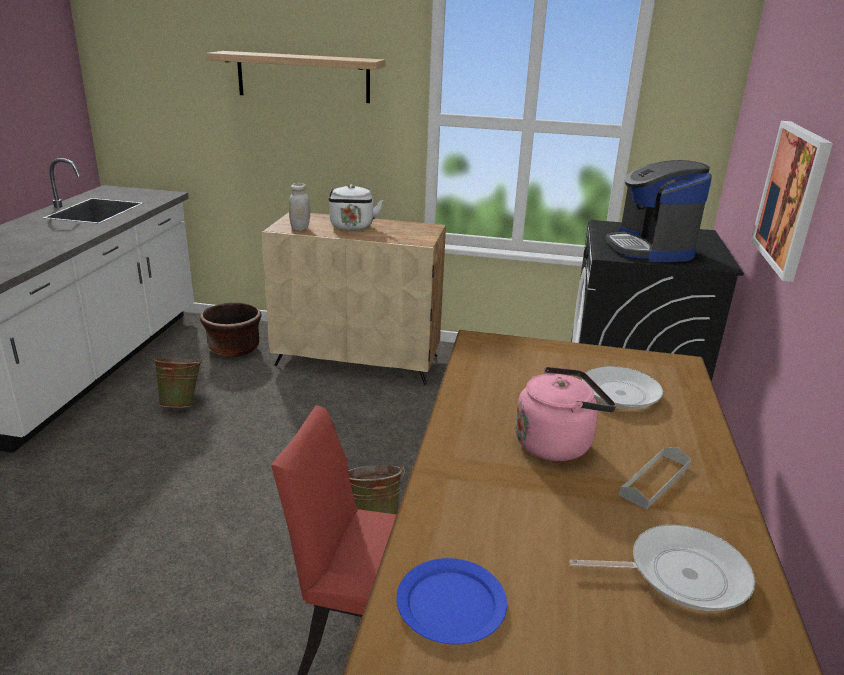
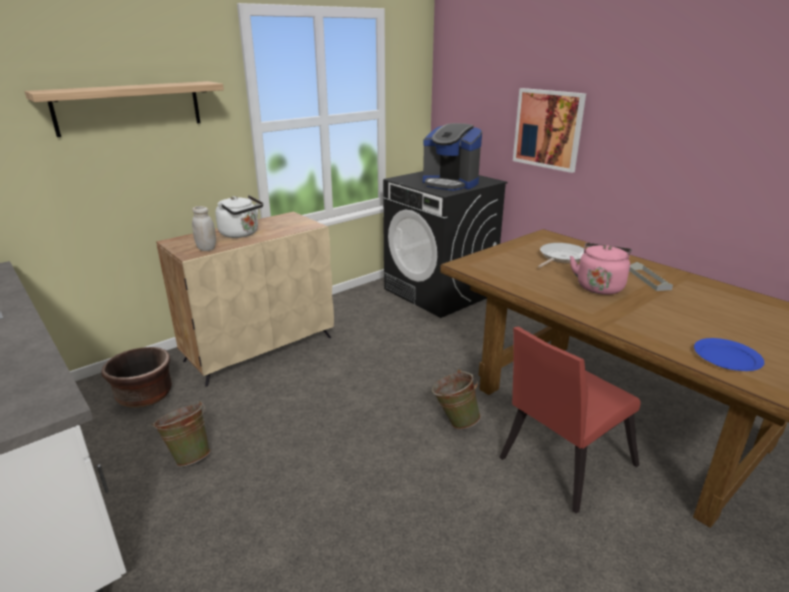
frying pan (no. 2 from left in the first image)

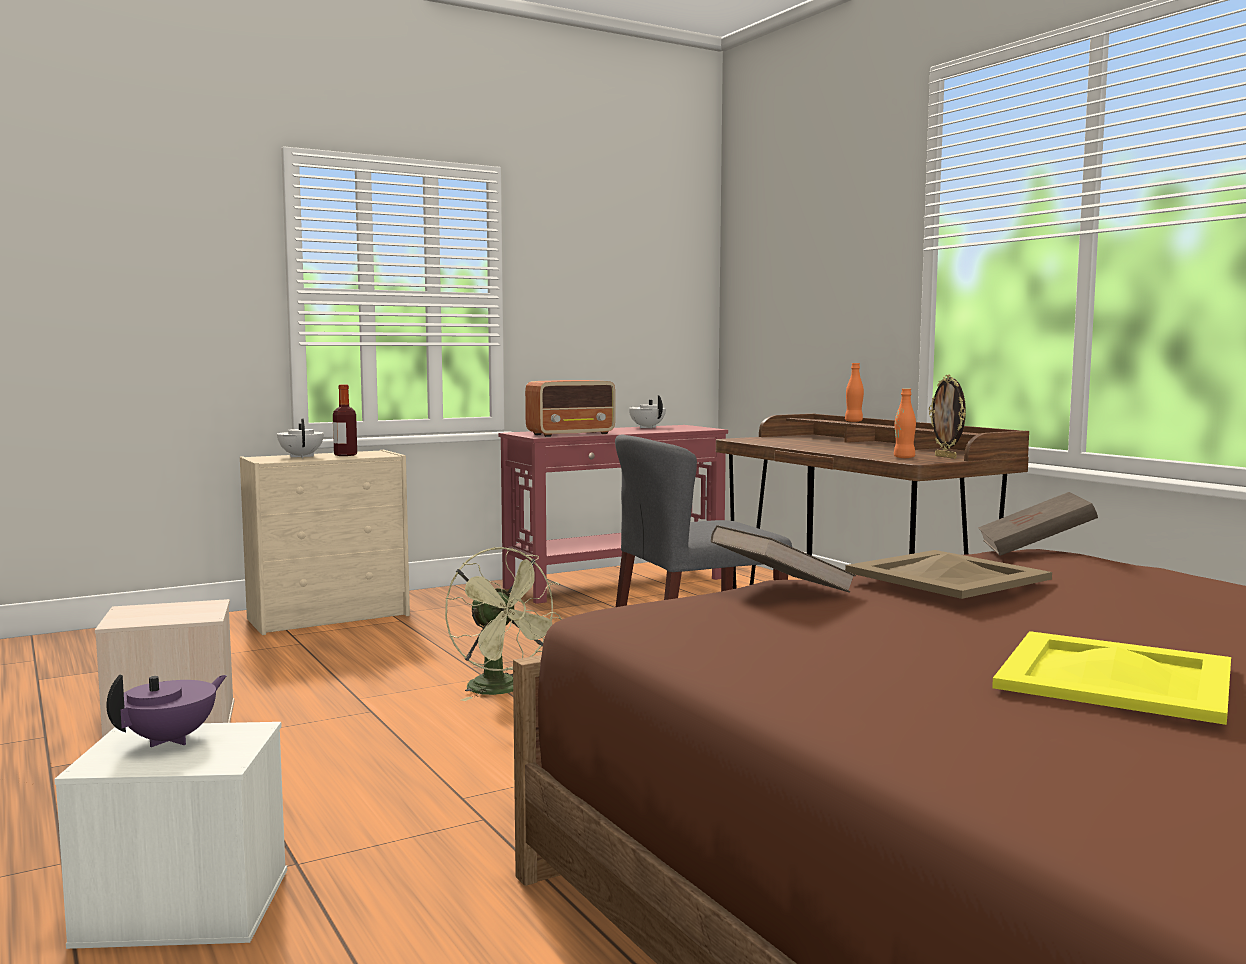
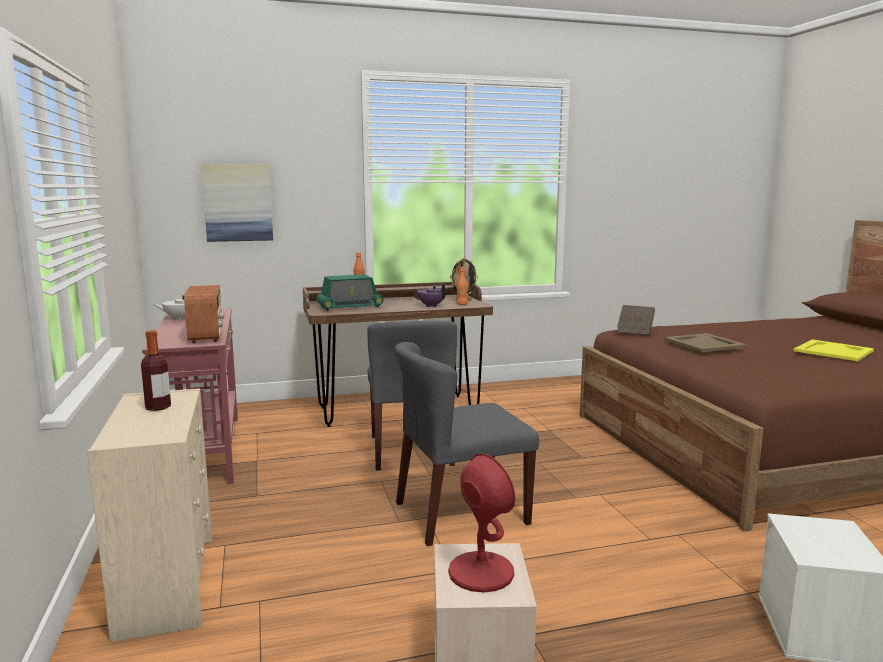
picture
radio (no. 2 from left)
grey chair (no. 2 from left)
purple teapot
red table lamp
white teapot (no. 1 from left in the first image)
brown book (no. 1 from left in the first image)

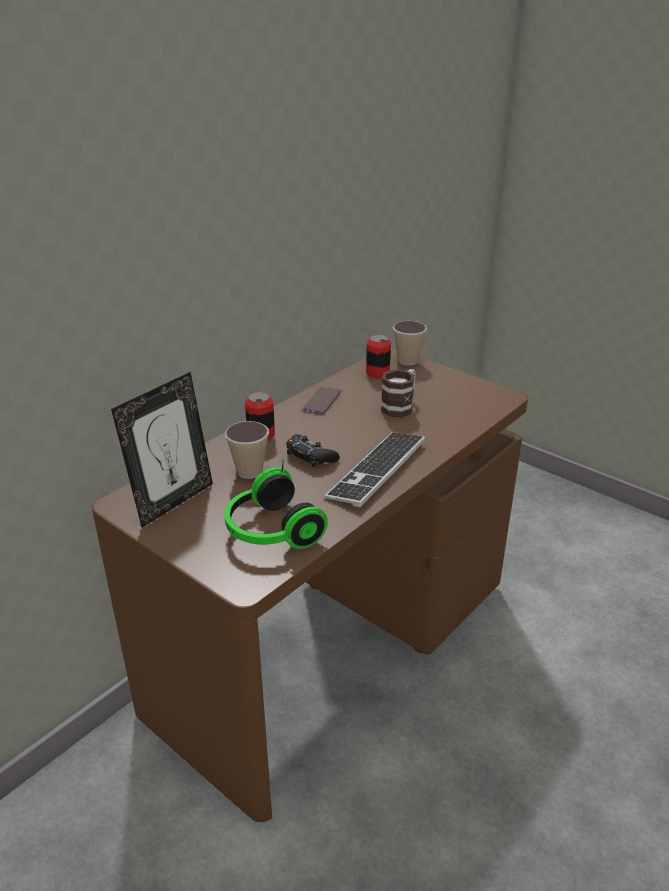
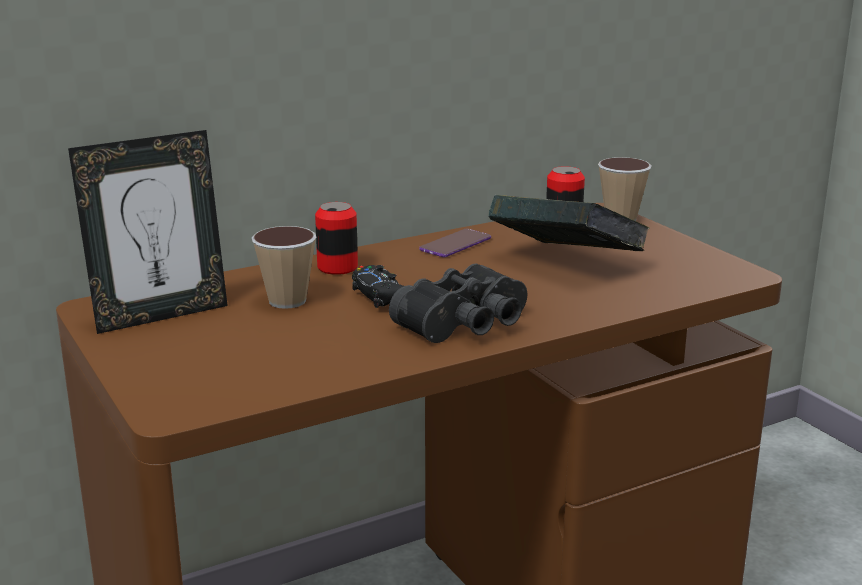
black binoculars
book
headphones

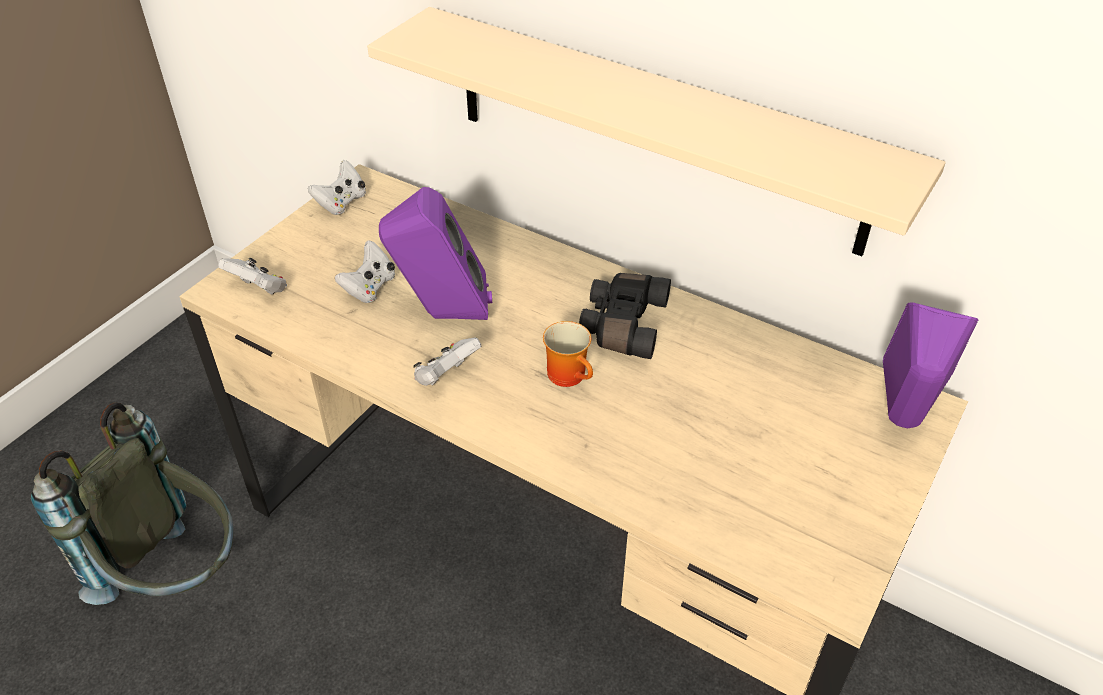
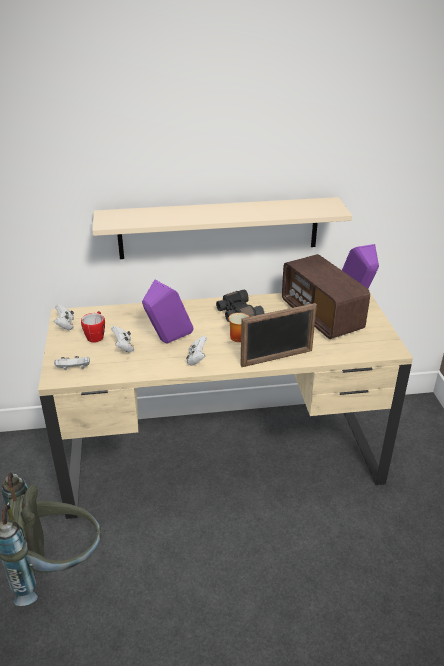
mug (no. 1 from left)
picture frame
radio

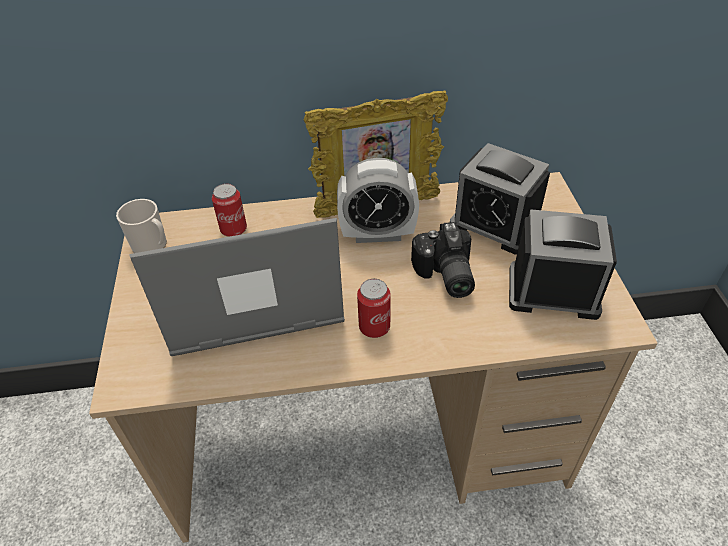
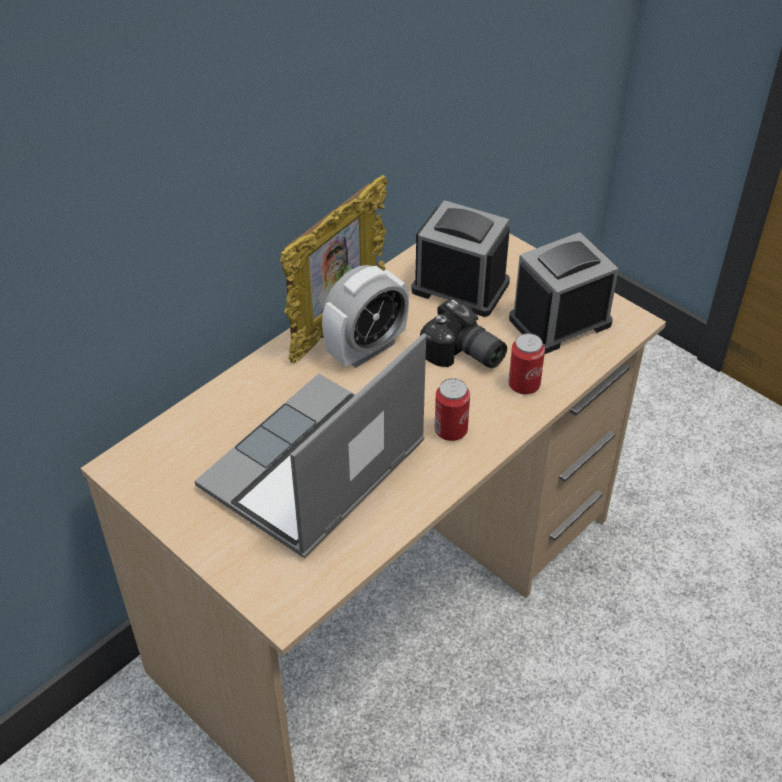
alarm clock (no. 2 from left)
can (no. 2 from left)
mug

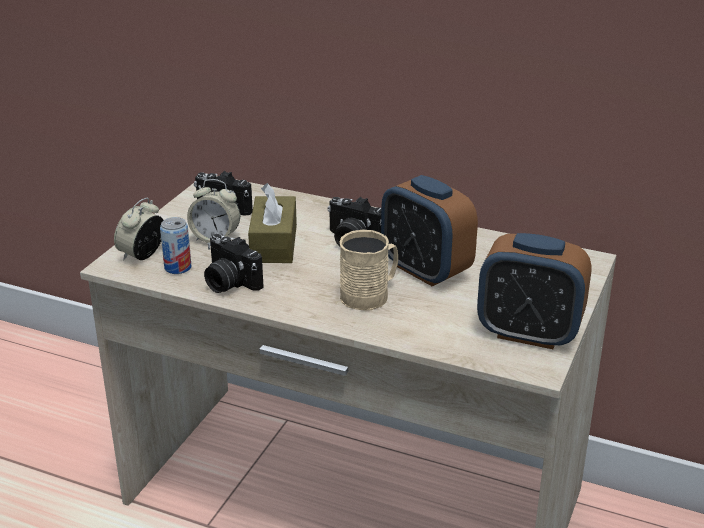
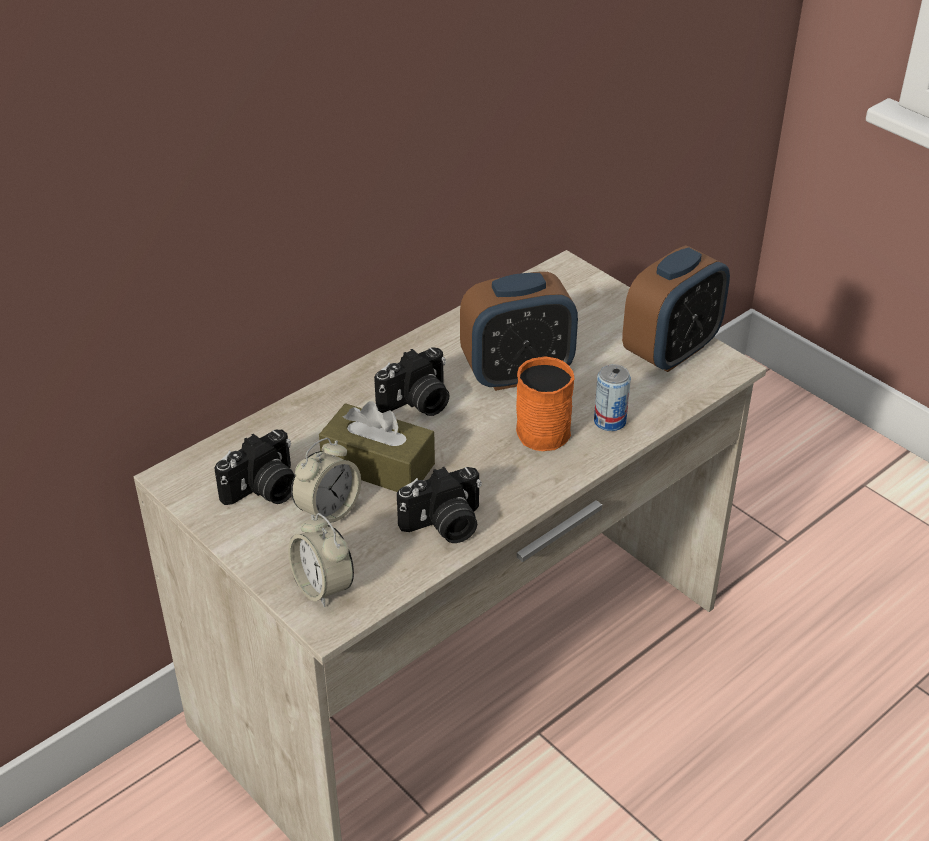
orange mug
can

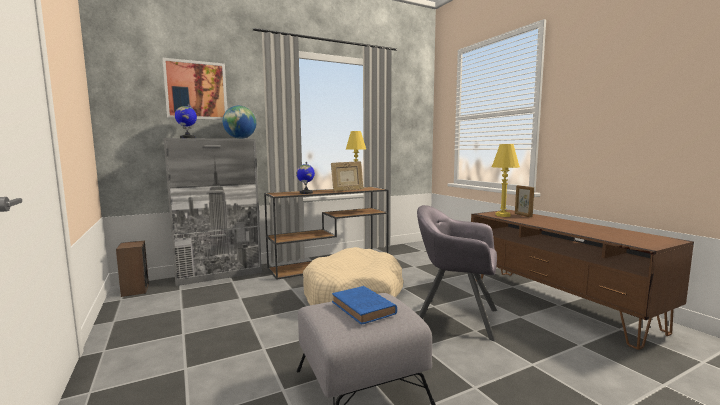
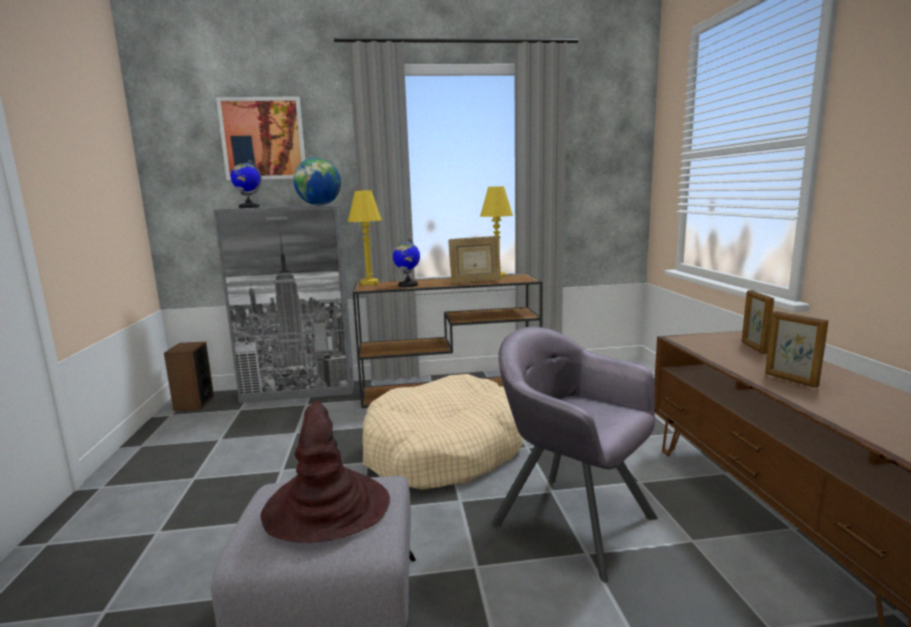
brown hat
yellow table lamp (no. 1 from left)
picture frame (no. 3 from left)

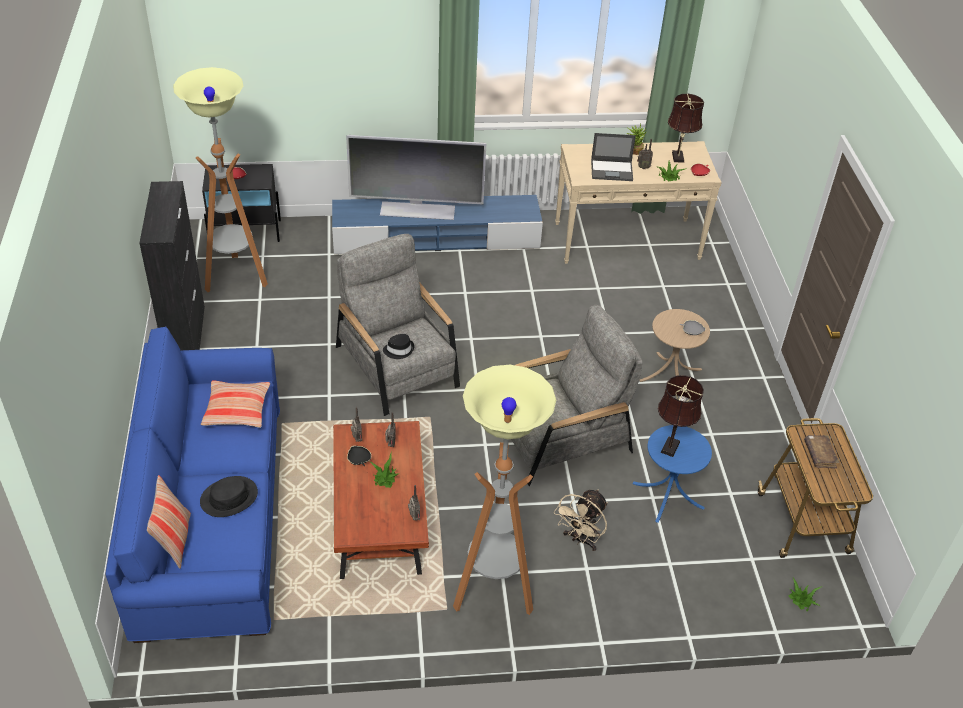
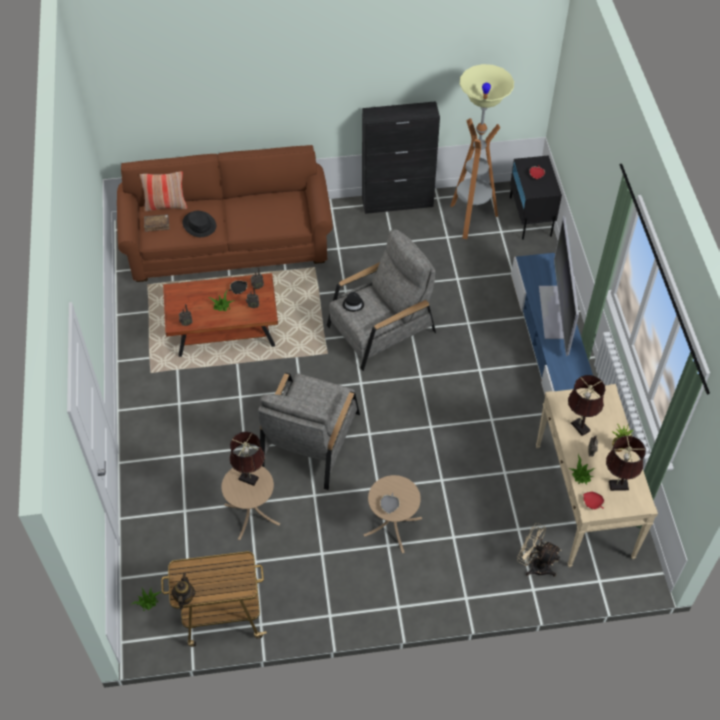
brown sofa
brown book
teapot
beige side table (no. 1 from left)
grey armchair (no. 1 from left)
beige fan
brown table lamp (no. 2 from left)
pillow (no. 2 from left in the first image)
floor lamp (no. 2 from left in the first image)

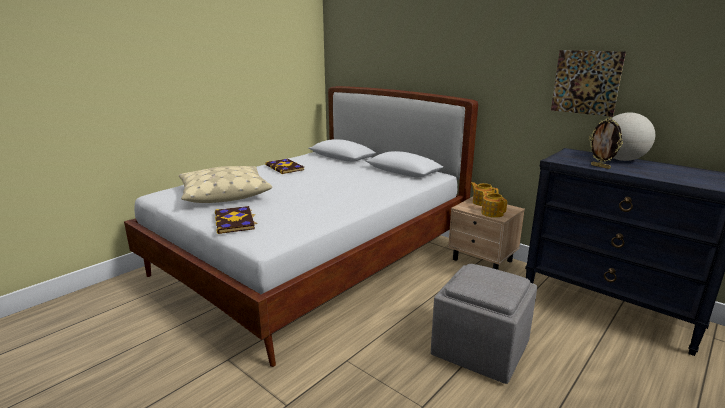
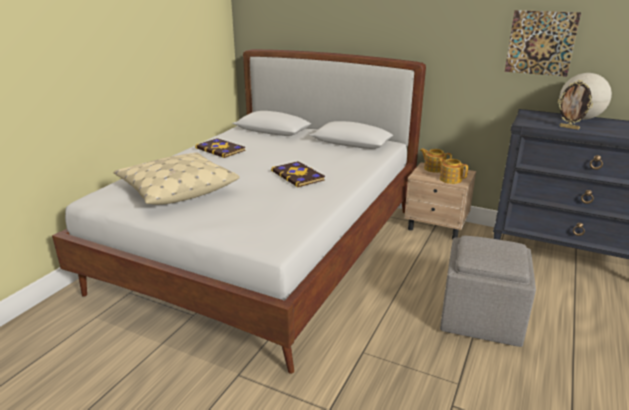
book (no. 2 from left)

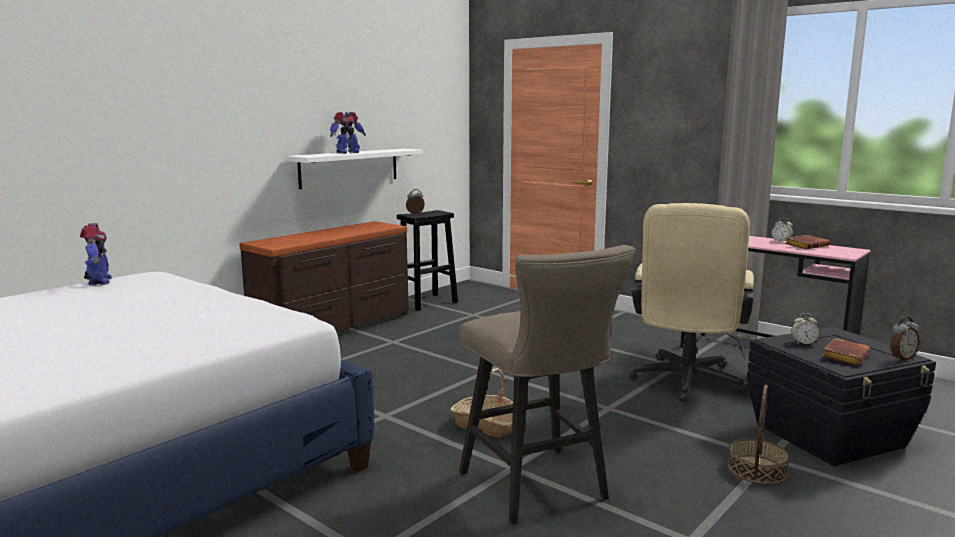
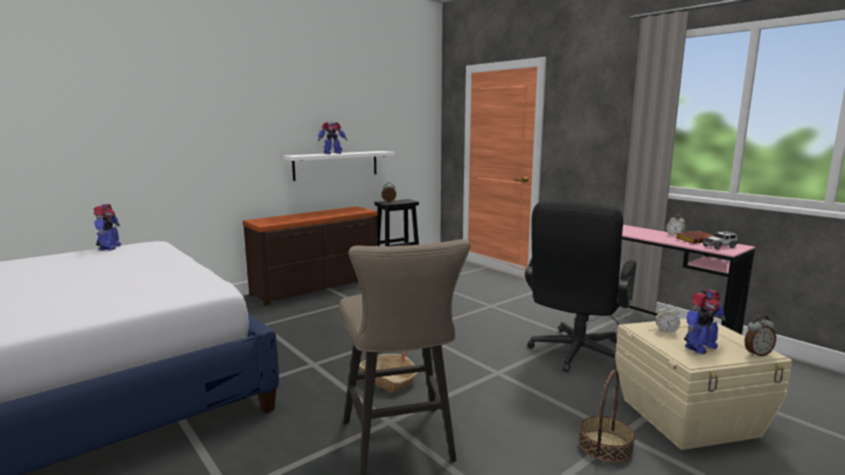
black office chair
beige storage box
toy robot (no. 3 from left)
toy car

